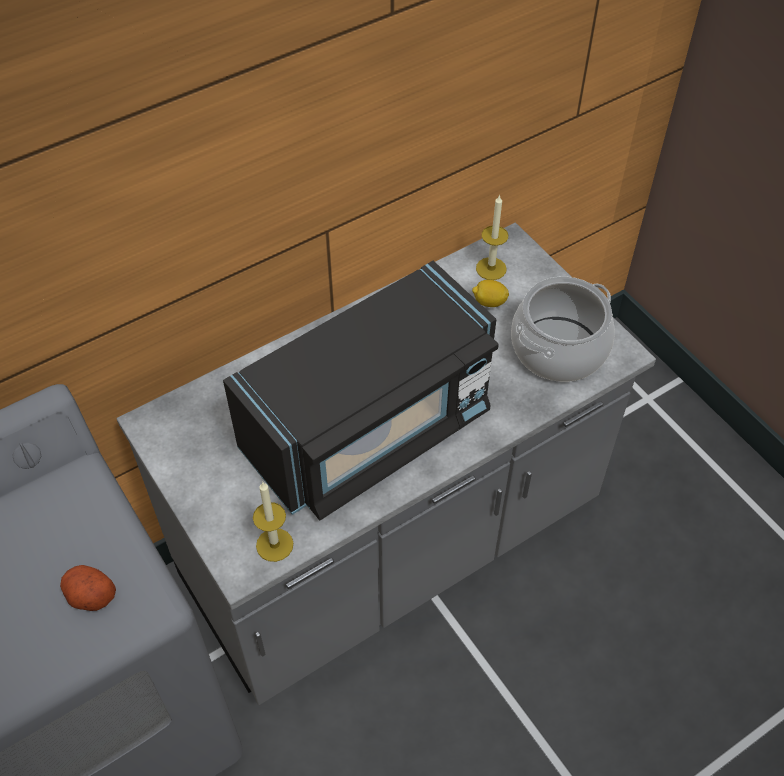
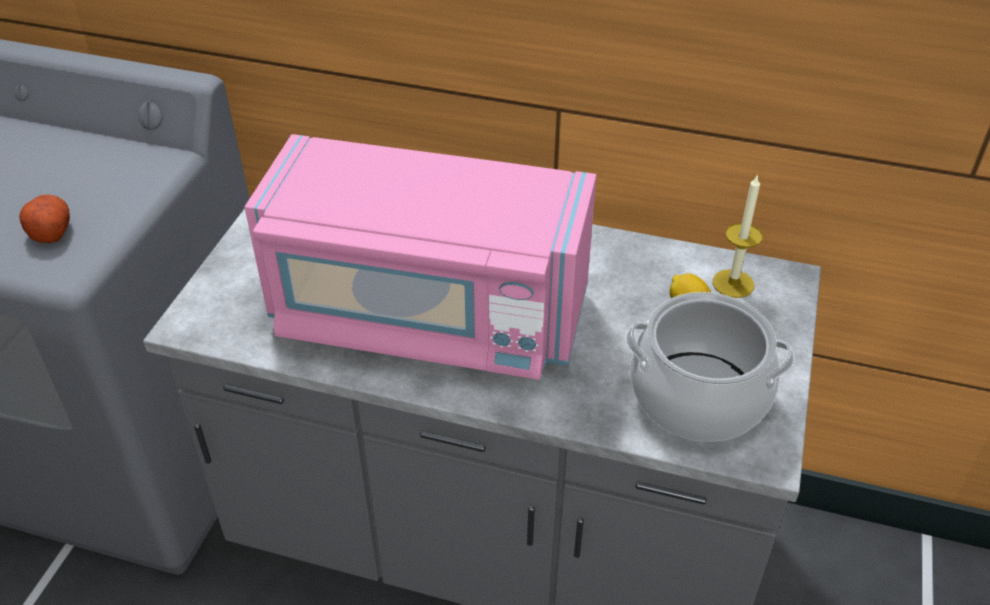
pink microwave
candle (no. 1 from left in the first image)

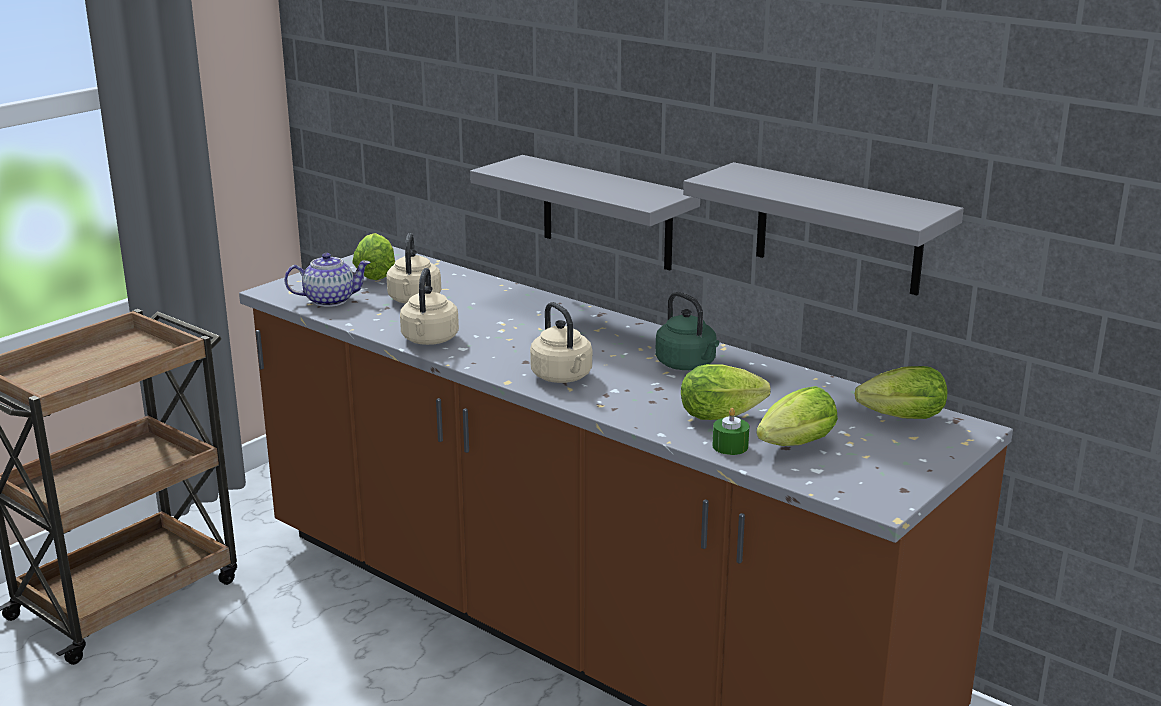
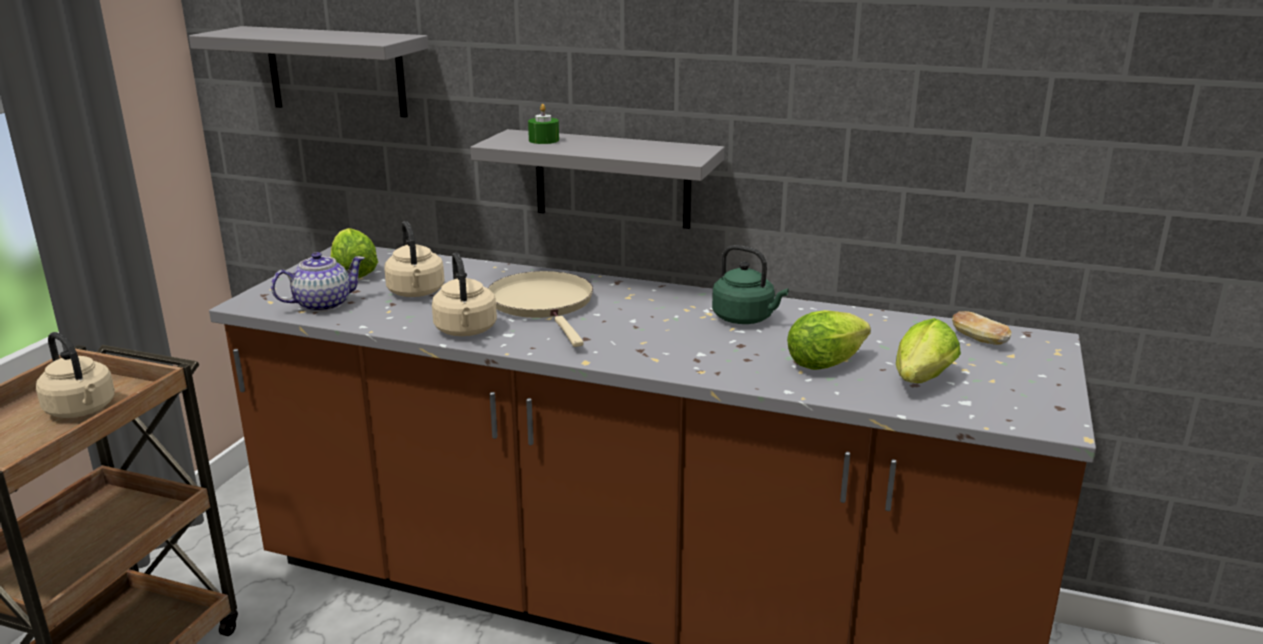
beige kettle (no. 1 from left)
grey shelf (no. 1 from left)
beige frying pan
green candle
bread

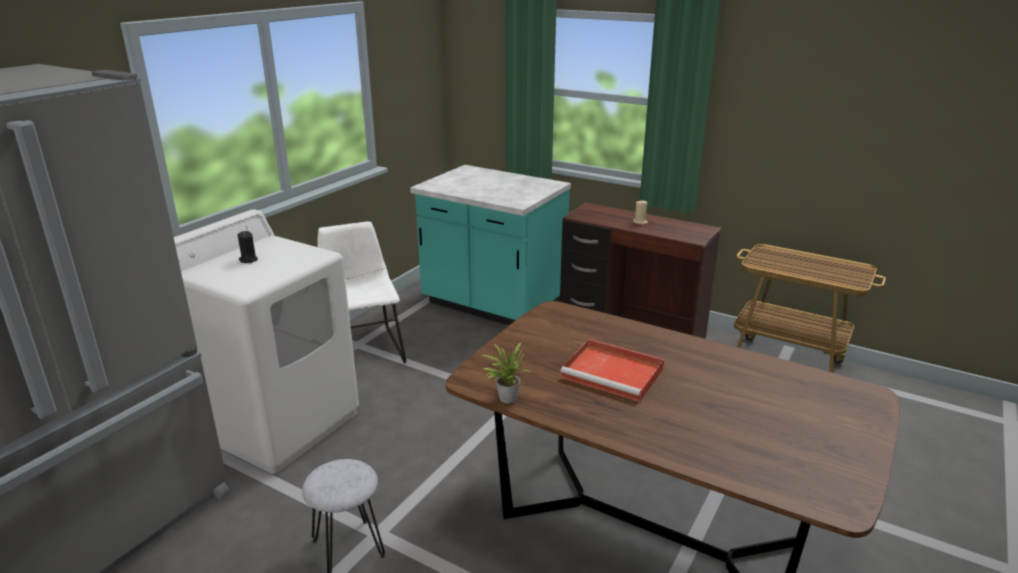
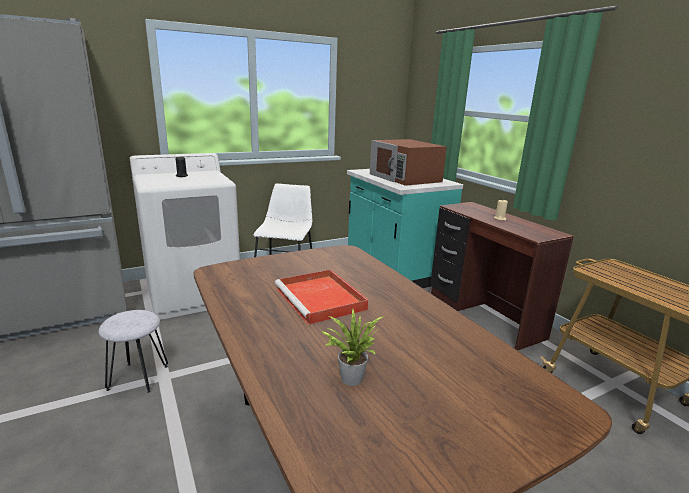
potted plant
brown microwave

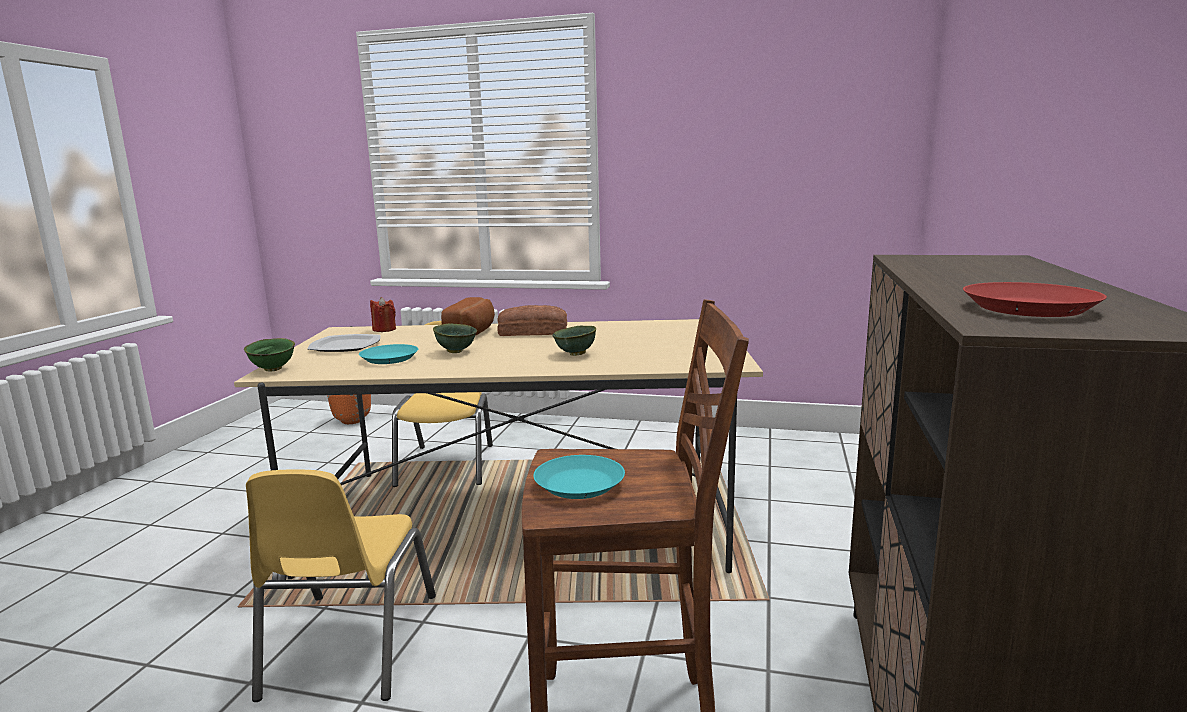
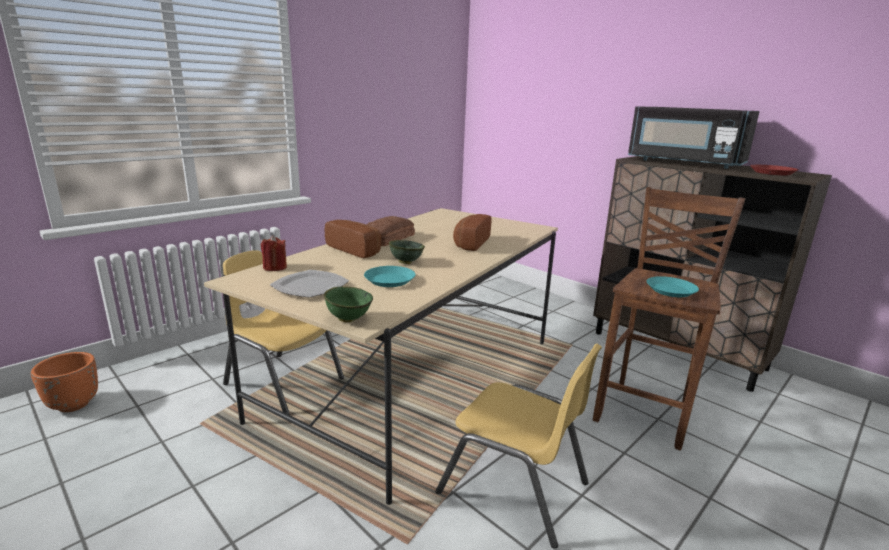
bread (no. 3 from left)
black microwave

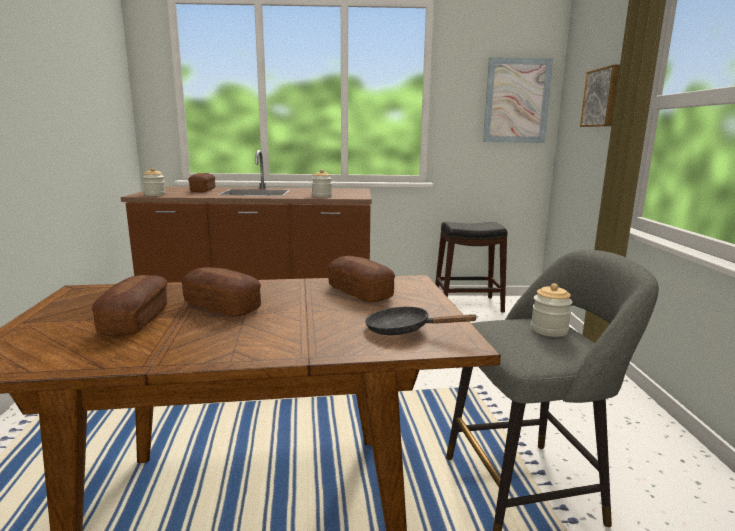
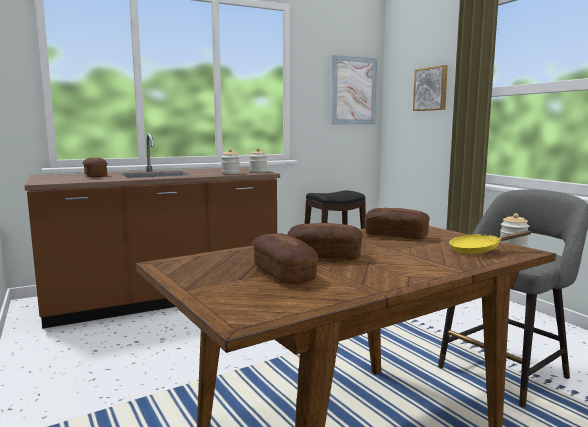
jar (no. 2 from left)
yellow frying pan

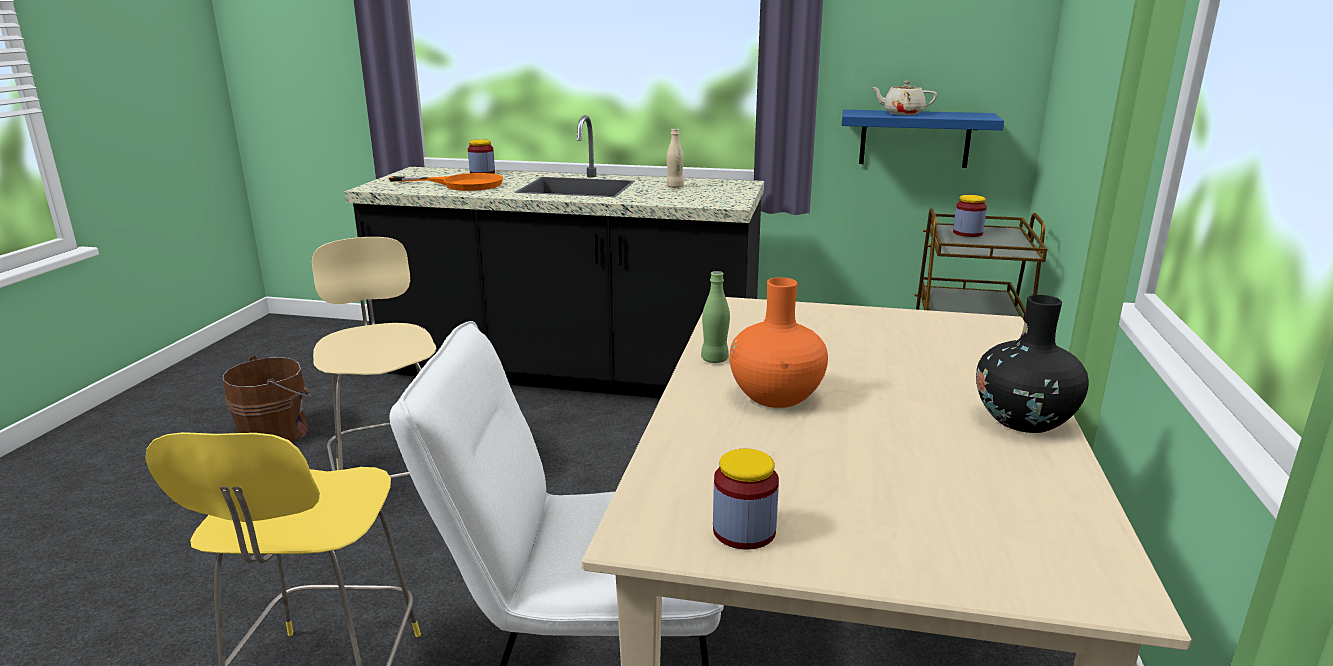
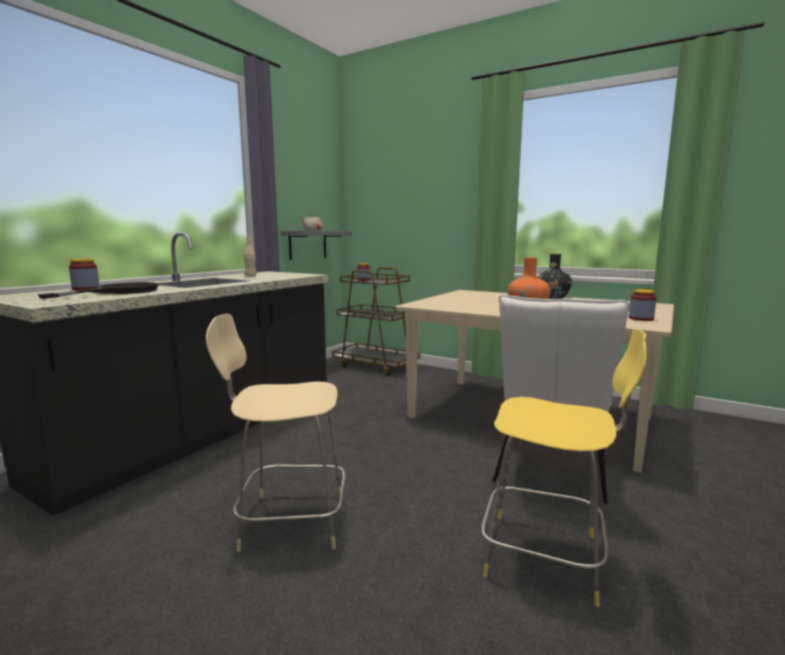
black frying pan
grey shelf
brown bucket
green bottle

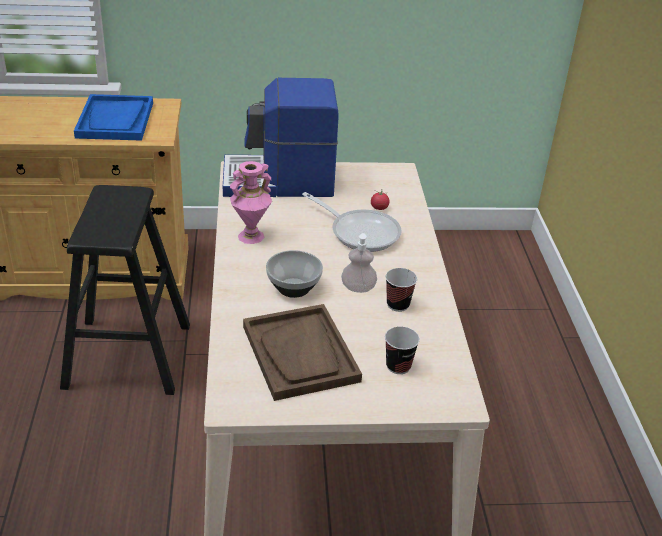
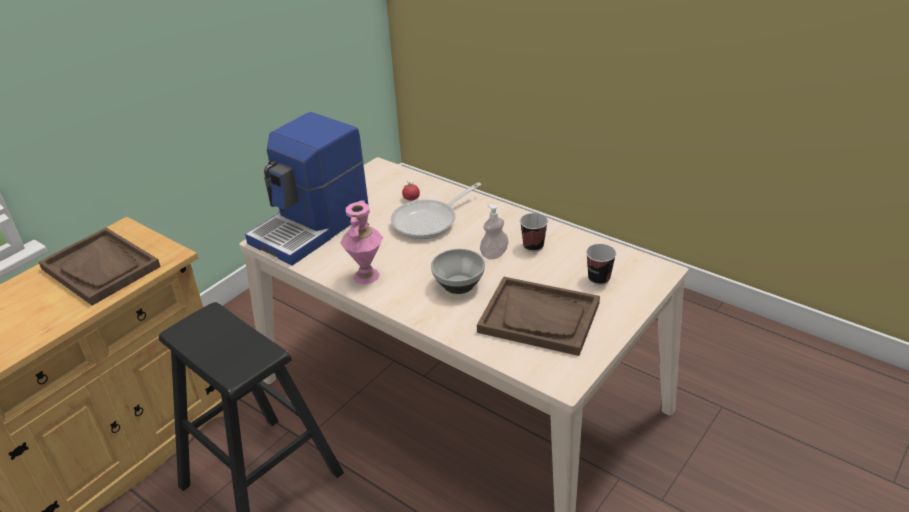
brown tray (no. 1 from left)
frying pan

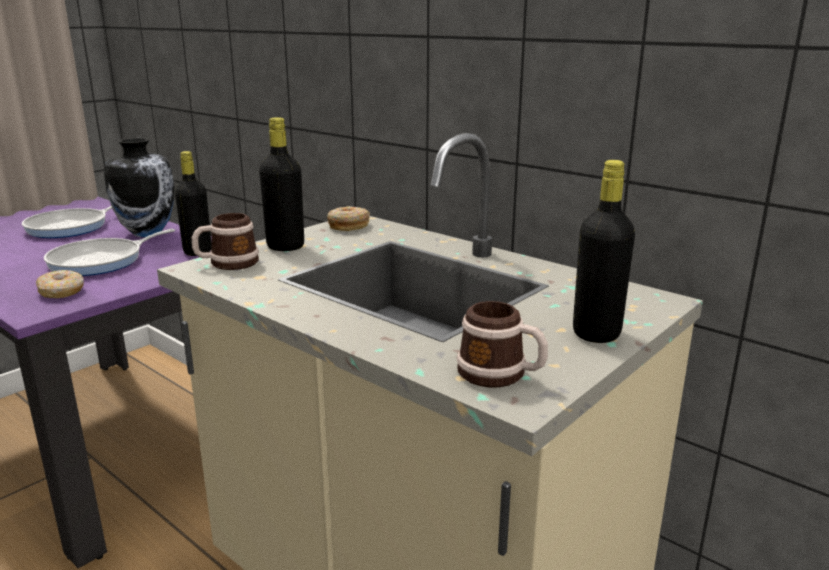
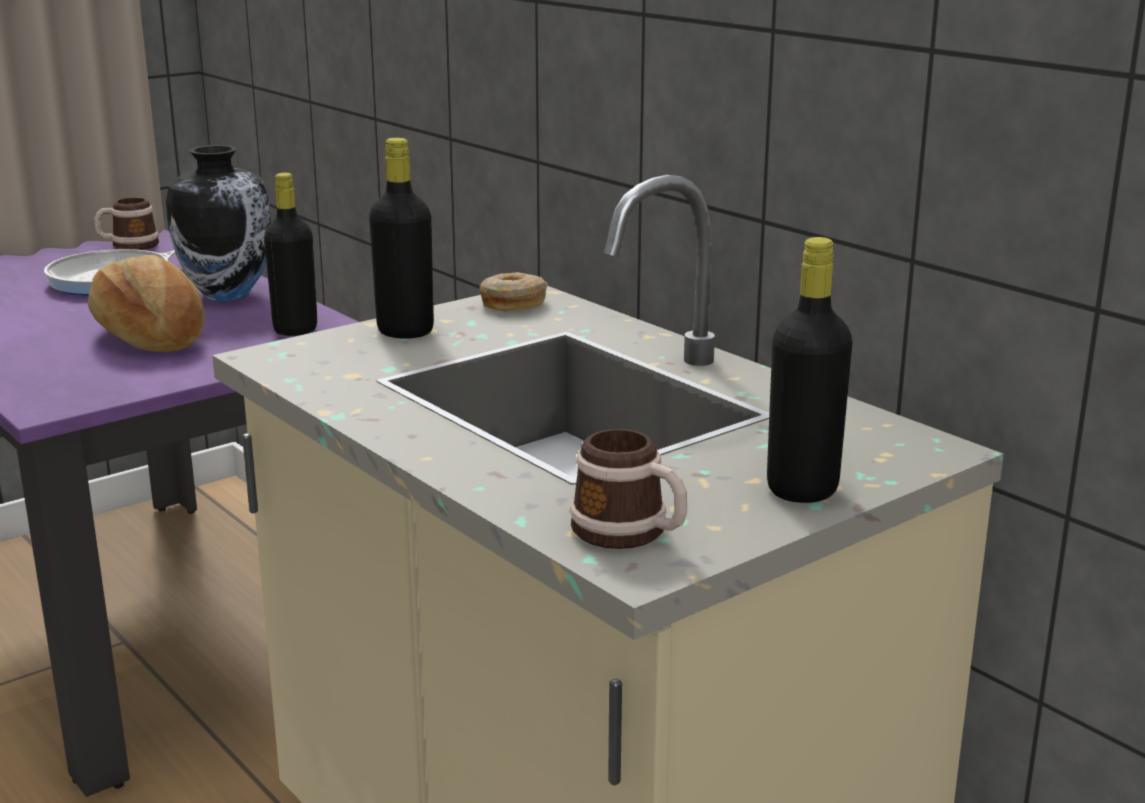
bread
mug (no. 1 from left)
donut (no. 1 from left in the first image)

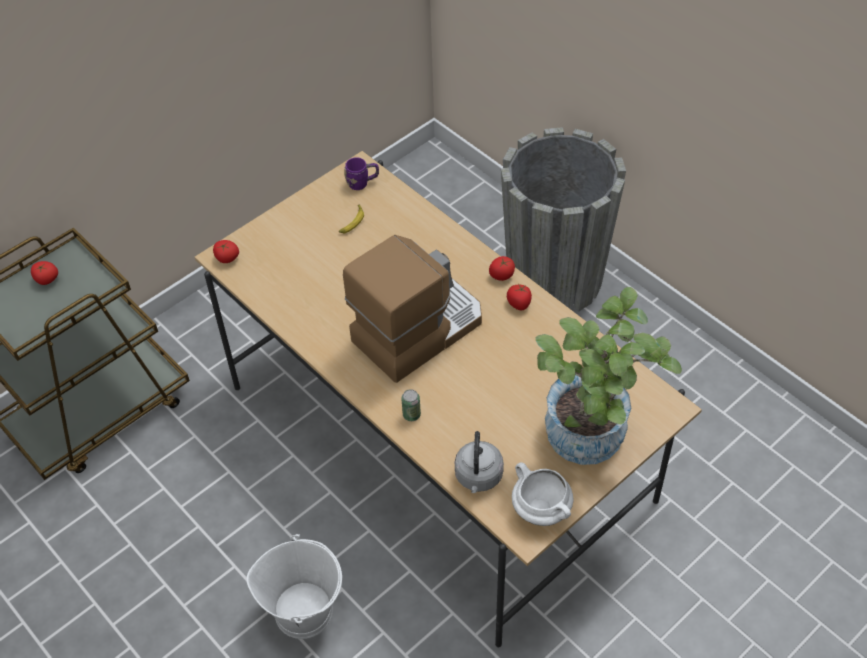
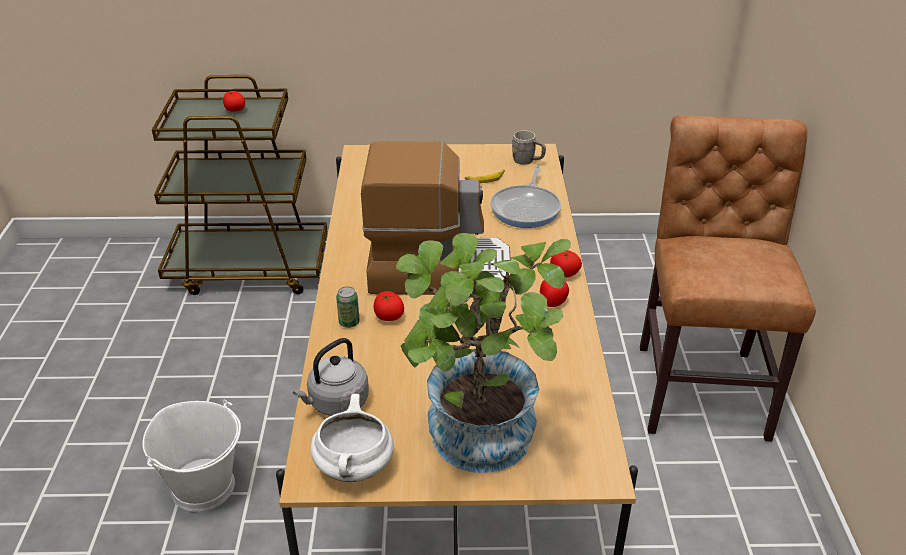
tomato (no. 2 from left)
frying pan
grey mug
brown chair

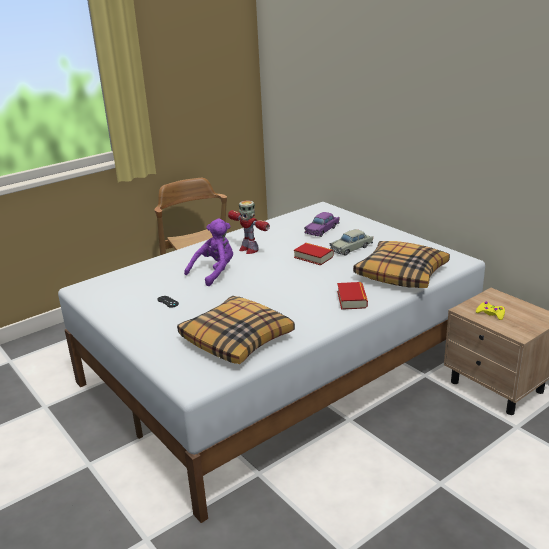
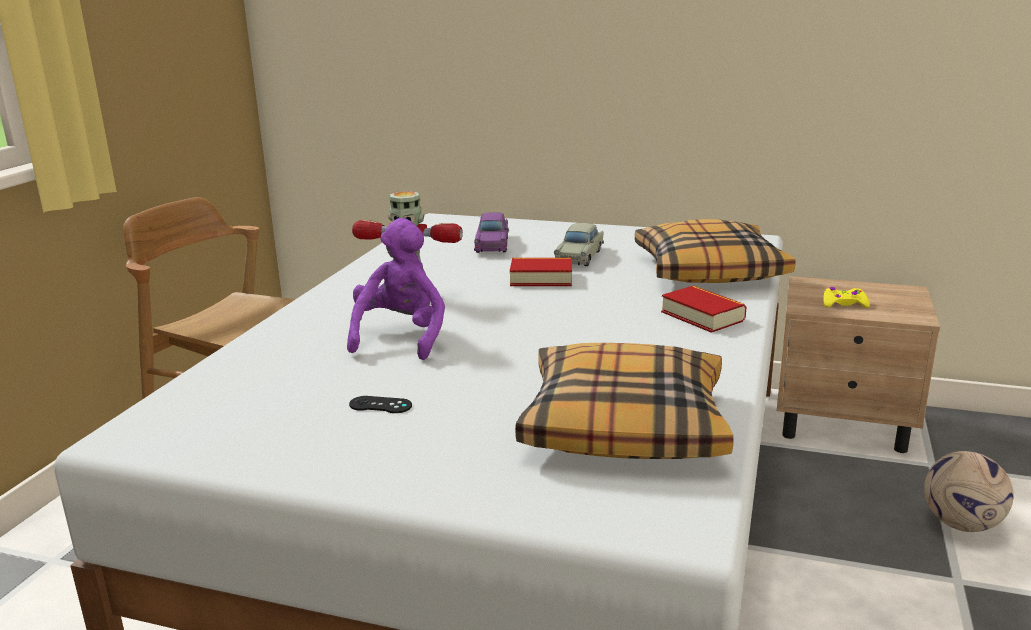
football

